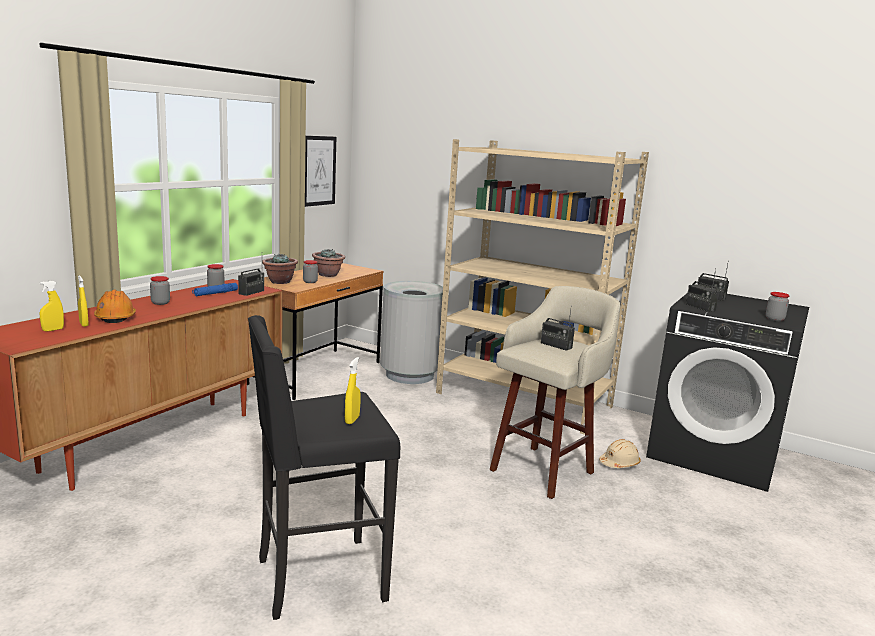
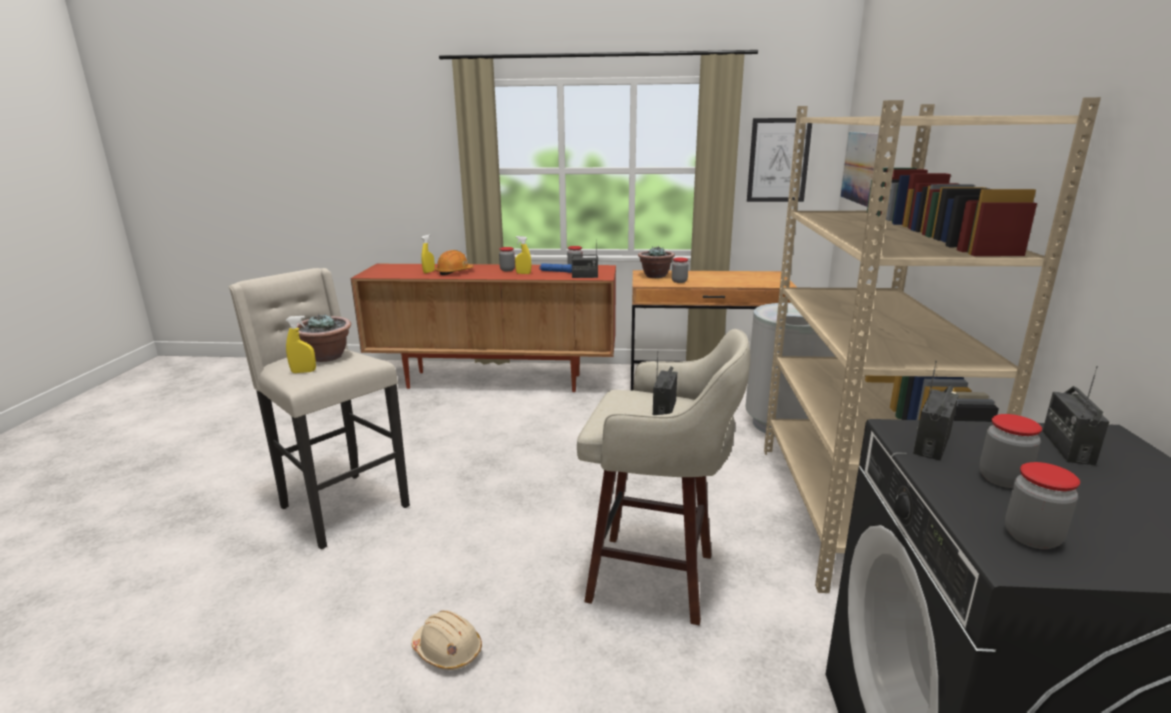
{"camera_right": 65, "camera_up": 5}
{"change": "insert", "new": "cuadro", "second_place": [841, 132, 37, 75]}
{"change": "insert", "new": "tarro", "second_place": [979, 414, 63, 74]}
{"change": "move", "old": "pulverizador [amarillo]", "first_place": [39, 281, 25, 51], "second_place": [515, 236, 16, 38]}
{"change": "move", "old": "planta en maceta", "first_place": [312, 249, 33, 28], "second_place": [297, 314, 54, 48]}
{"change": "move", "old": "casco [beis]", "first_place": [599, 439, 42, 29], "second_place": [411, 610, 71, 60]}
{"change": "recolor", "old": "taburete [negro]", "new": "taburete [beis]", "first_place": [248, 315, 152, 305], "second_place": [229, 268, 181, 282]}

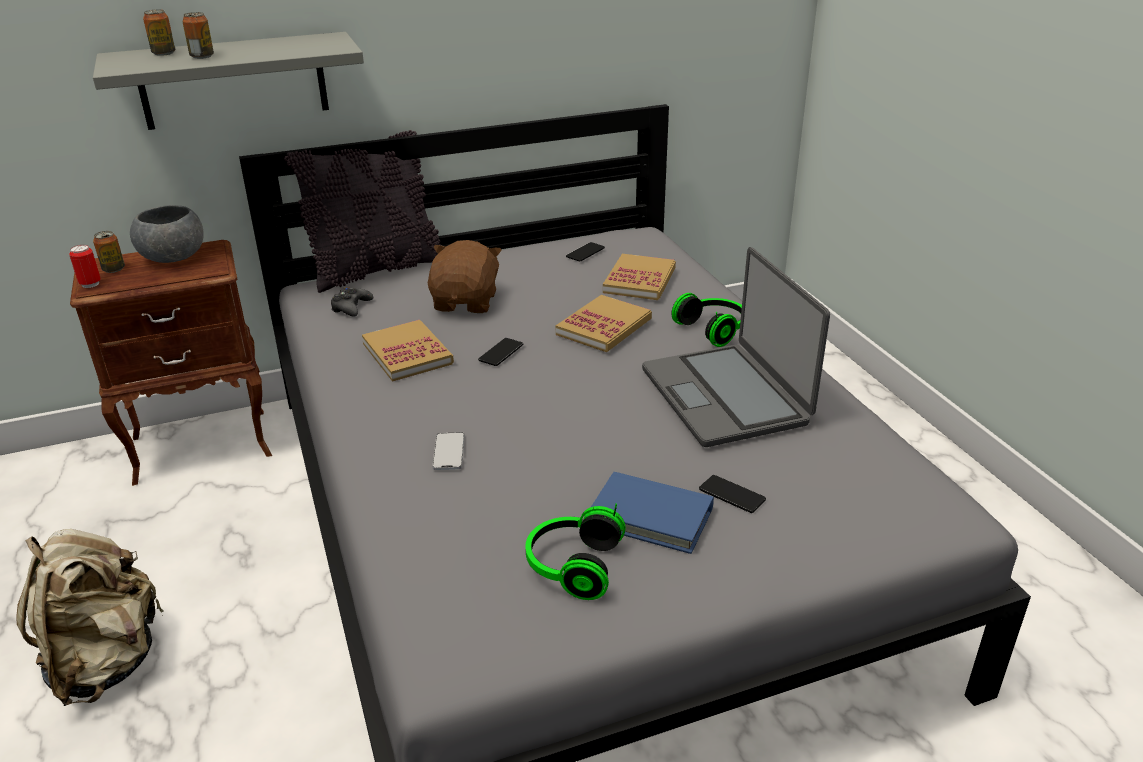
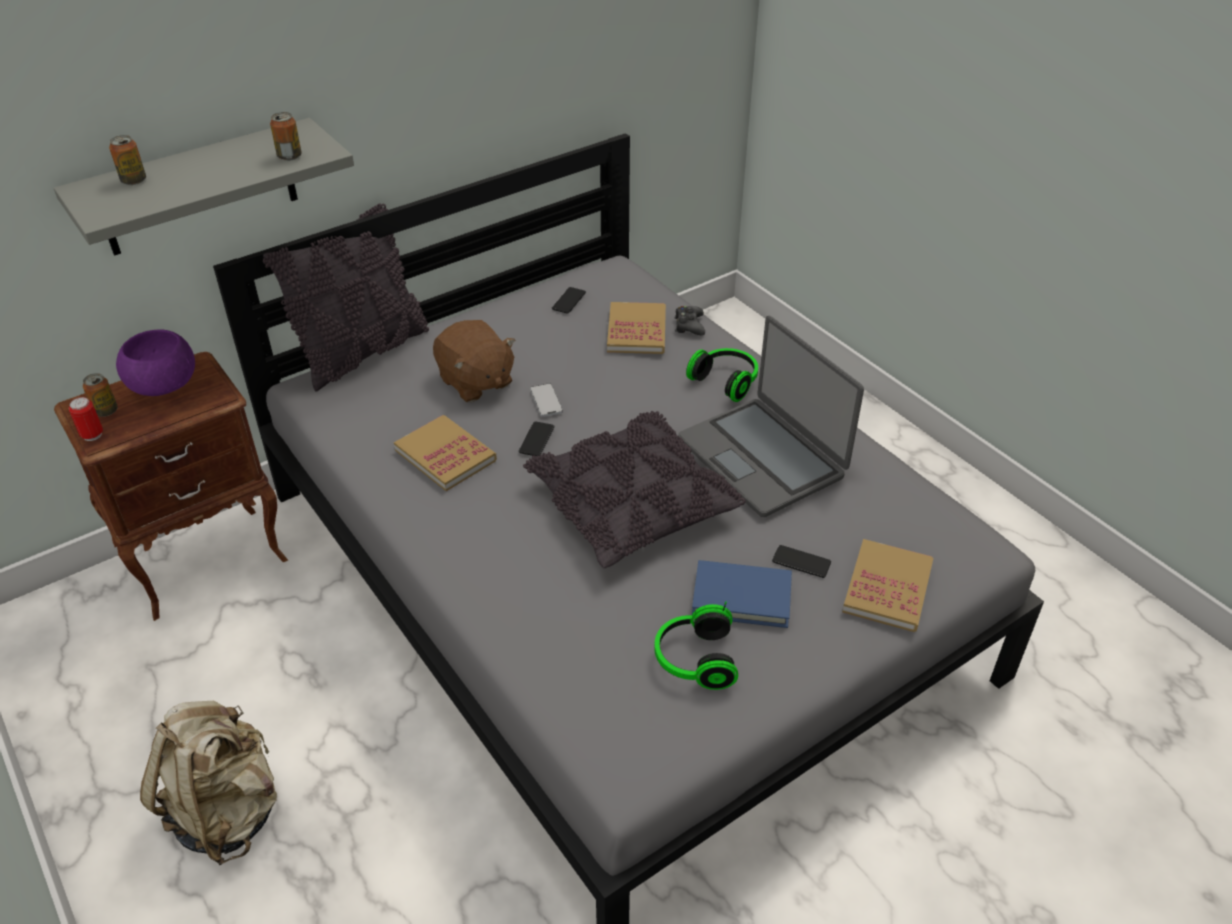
{"camera_right": -15, "camera_up": 10}
{"change": "insert", "new": "cojín [negro]", "second_place": [523, 411, 223, 157]}
{"change": "move", "old": "lata", "first_place": [182, 12, 32, 47], "second_place": [270, 112, 32, 49]}
{"change": "move", "old": "mando de consola [negro]", "first_place": [331, 287, 42, 30], "second_place": [675, 306, 30, 29]}
{"change": "move", "old": "móvil", "first_place": [433, 432, 31, 38], "second_place": [530, 383, 33, 34]}
{"change": "move", "old": "libro", "first_place": [556, 295, 96, 57], "second_place": [842, 539, 91, 93]}
{"change": "recolor", "old": "cuenco [gris]", "new": "cuenco [morado]", "first_place": [130, 205, 74, 58], "second_place": [116, 329, 79, 67]}
{"change": "rotate", "old": "peluche [marrón]", "first_place": [428, 240, 74, 73], "second_place": [433, 320, 82, 82], "degrees": 150}

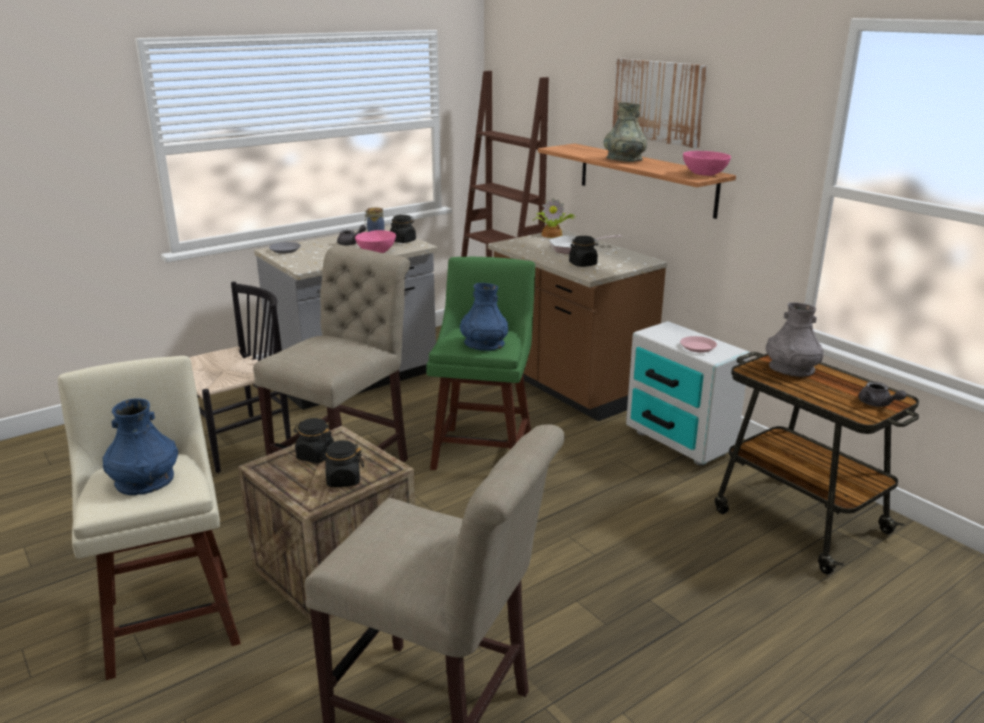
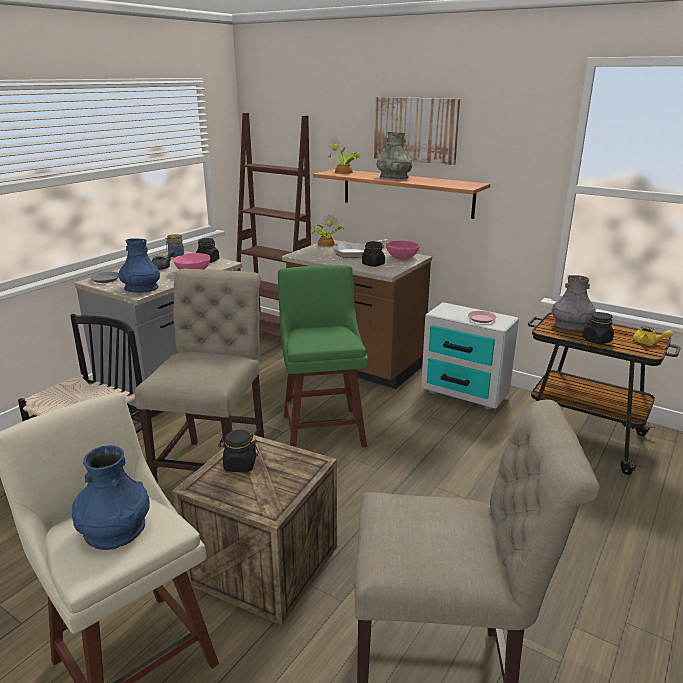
{"camera_right": -20, "camera_up": 0}
{"change": "insert", "new": "planta en maceta", "second_place": [328, 137, 34, 37]}
{"change": "move", "old": "tarro [negro]", "first_place": [319, 440, 45, 47], "second_place": [582, 312, 32, 32]}
{"change": "move", "old": "florero [azul]", "first_place": [460, 283, 48, 68], "second_place": [118, 238, 42, 55]}
{"change": "move", "old": "cuenco [rosa]", "first_place": [683, 151, 48, 25], "second_place": [386, 240, 34, 20]}
{"change": "recolor", "old": "tetera [gris]", "new": "tetera [amarillo]", "first_place": [859, 382, 48, 25], "second_place": [633, 326, 40, 19]}

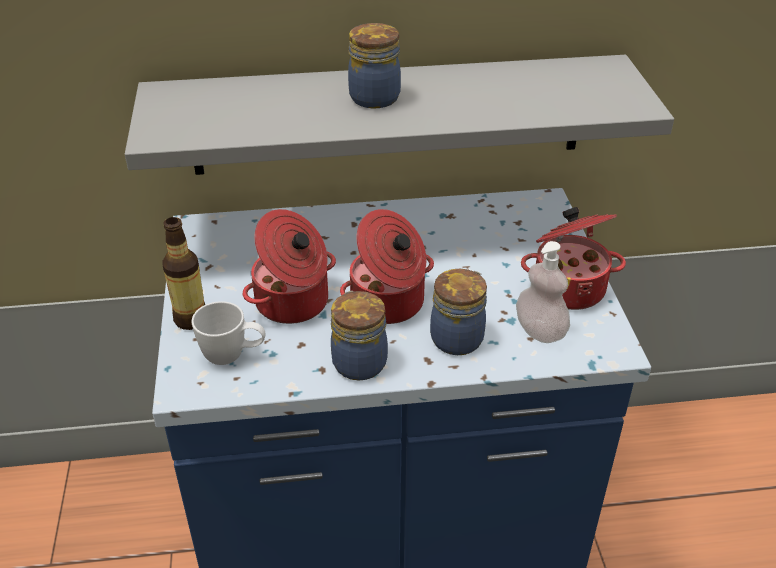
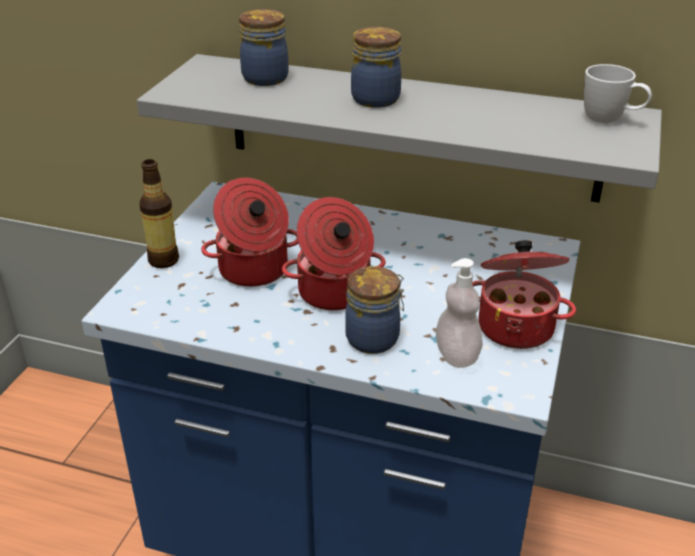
{"camera_right": 25, "camera_up": -5}
{"change": "move", "old": "taza grande [blanco]", "first_place": [192, 301, 73, 64], "second_place": [584, 64, 68, 59]}
{"change": "move", "old": "tarro", "first_place": [331, 291, 57, 89], "second_place": [239, 9, 50, 77]}

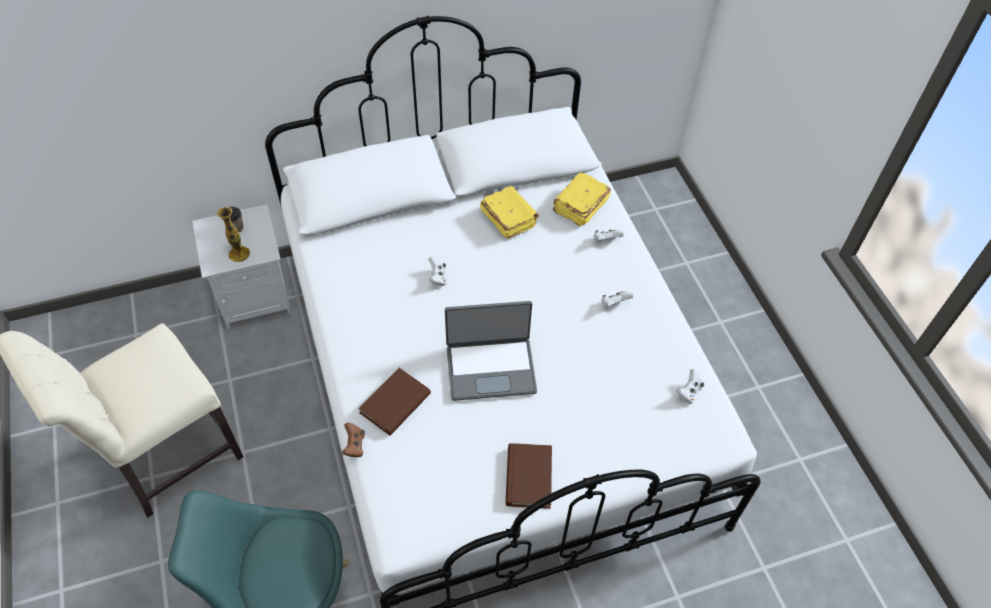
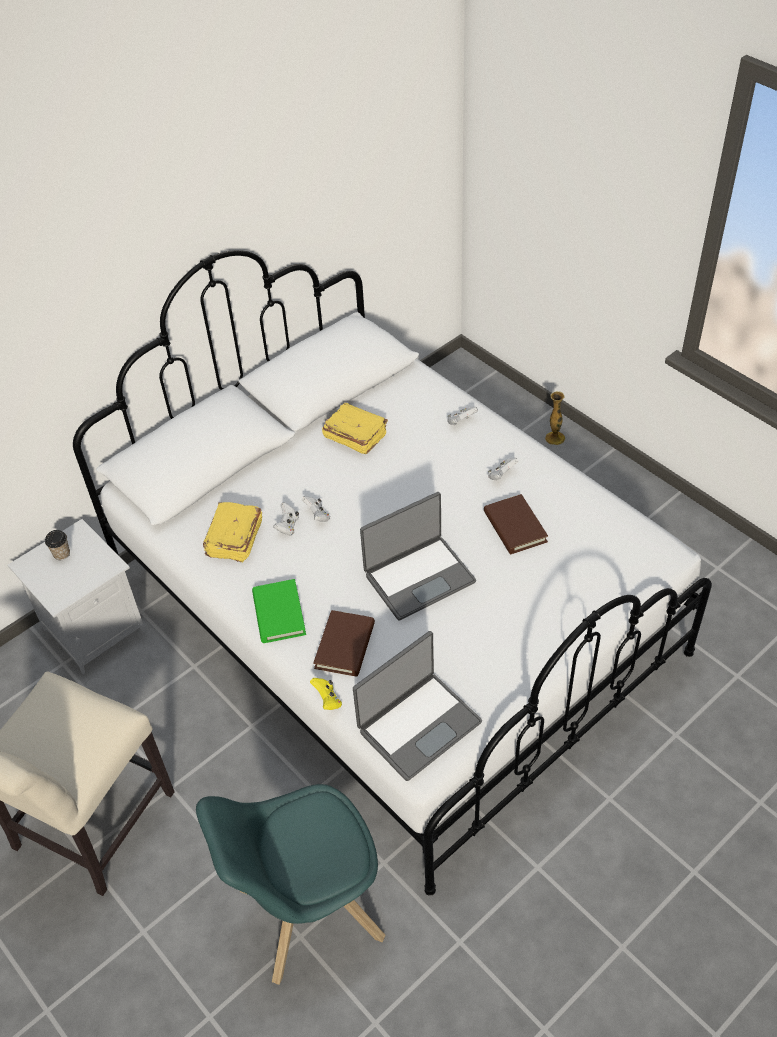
{"camera_right": -20, "camera_up": -5}
{"change": "insert", "new": "libro [verde]", "second_place": [252, 579, 54, 64]}
{"change": "insert", "new": "portátil", "second_place": [353, 631, 129, 150]}
{"change": "move", "old": "florero", "first_place": [217, 207, 33, 55], "second_place": [545, 391, 20, 54]}
{"change": "move", "old": "libro [marrón]", "first_place": [506, 443, 46, 66], "second_place": [484, 494, 64, 60]}
{"change": "move", "old": "libro [amarillo]", "first_place": [553, 172, 58, 54], "second_place": [203, 502, 59, 61]}
{"change": "move", "old": "mando de consola [blanco]", "first_place": [676, 369, 28, 35], "second_place": [273, 502, 26, 33]}
{"change": "recolor", "old": "mando de consola [marrón]", "new": "mando de consola [amarillo]", "first_place": [342, 422, 23, 35], "second_place": [310, 678, 32, 32]}

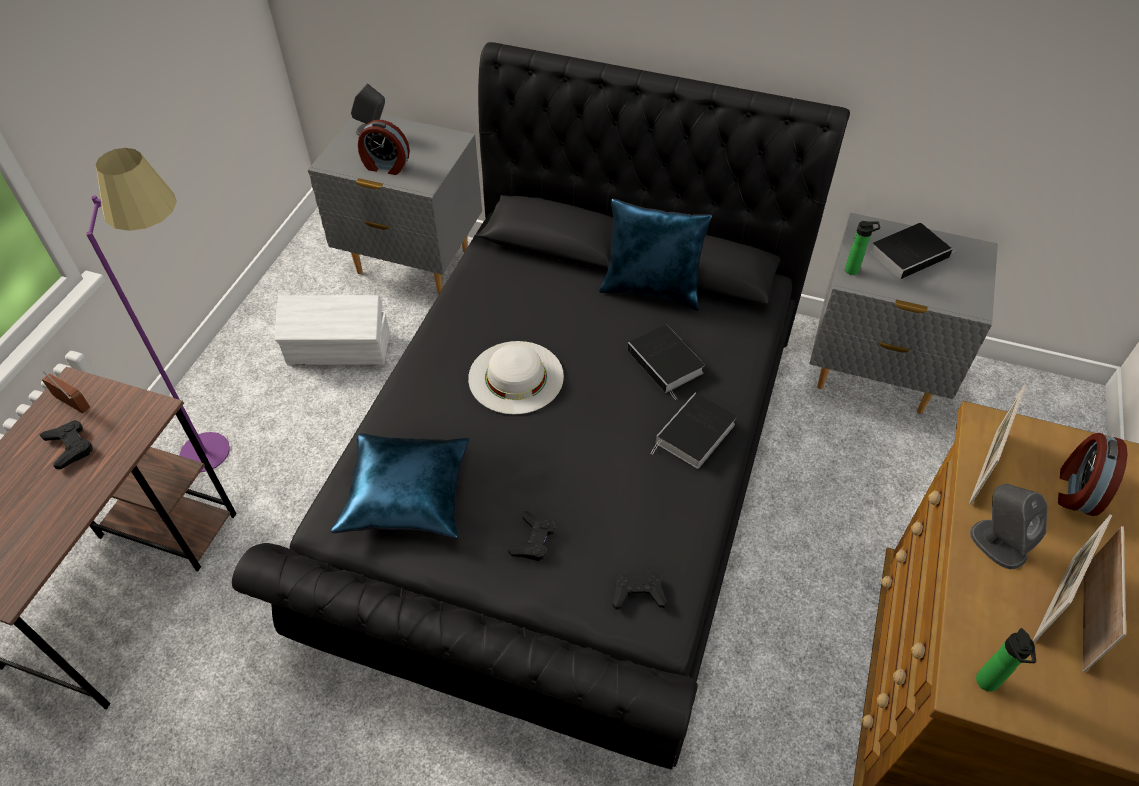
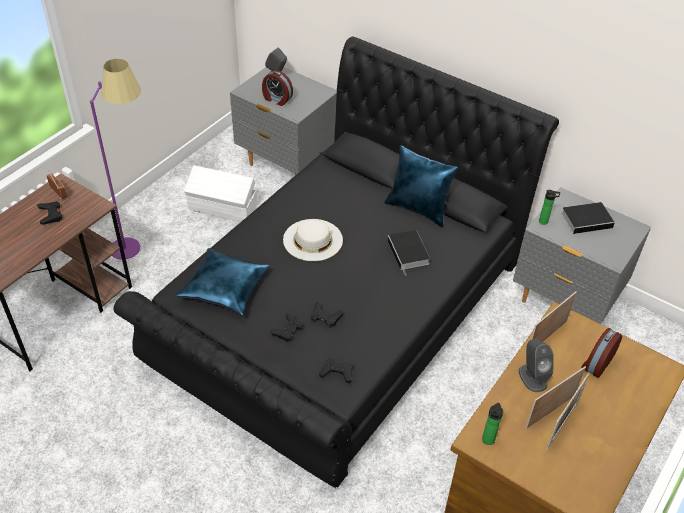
{"camera_right": 15, "camera_up": -5}
{"change": "delete", "old": "libro", "first_place": [651, 393, 86, 76]}
{"change": "insert", "new": "mando de consola [negro]", "second_place": [311, 302, 32, 26]}

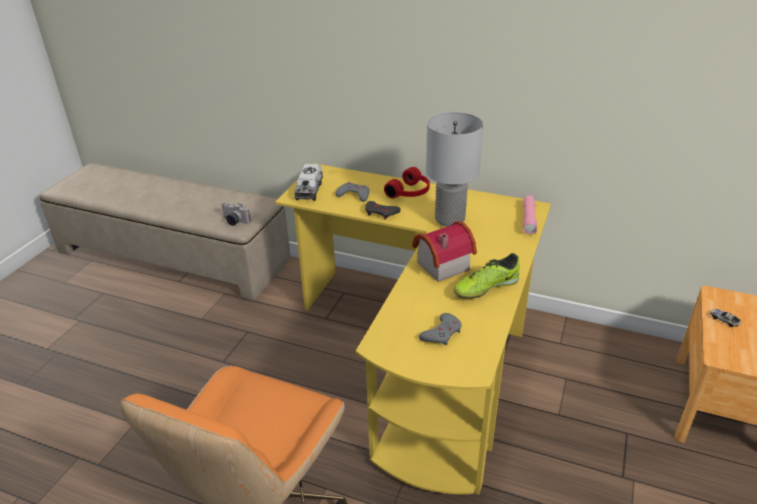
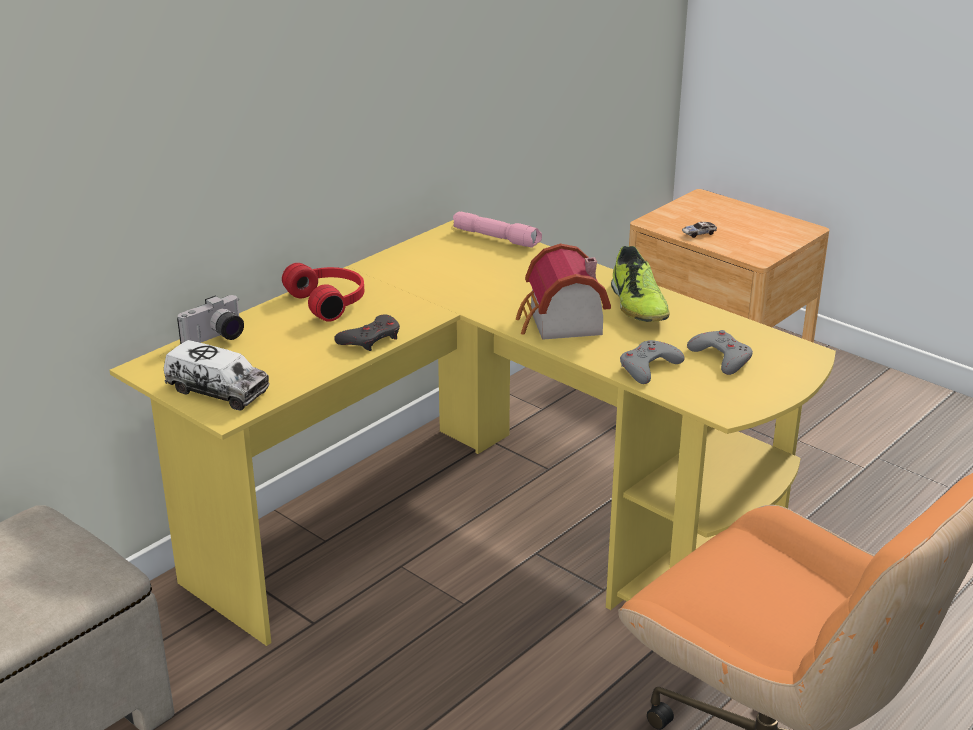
{"camera_right": -70, "camera_up": -5}
{"change": "delete", "old": "lámpara de mesa [gris]", "first_place": [426, 112, 57, 115]}
{"change": "move", "old": "cámara", "first_place": [221, 202, 30, 24], "second_place": [177, 295, 67, 49]}
{"change": "move", "old": "mando de consola [gris]", "first_place": [336, 182, 33, 20], "second_place": [620, 340, 65, 44]}

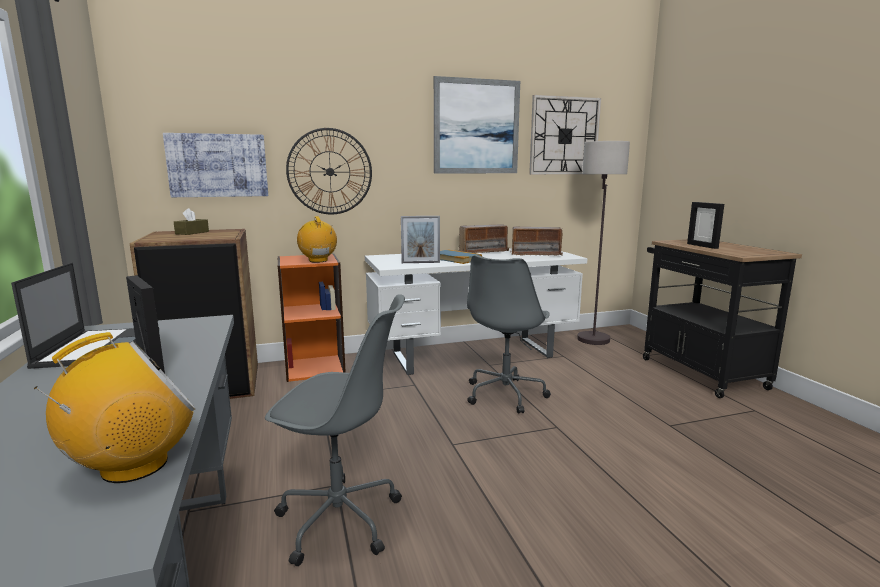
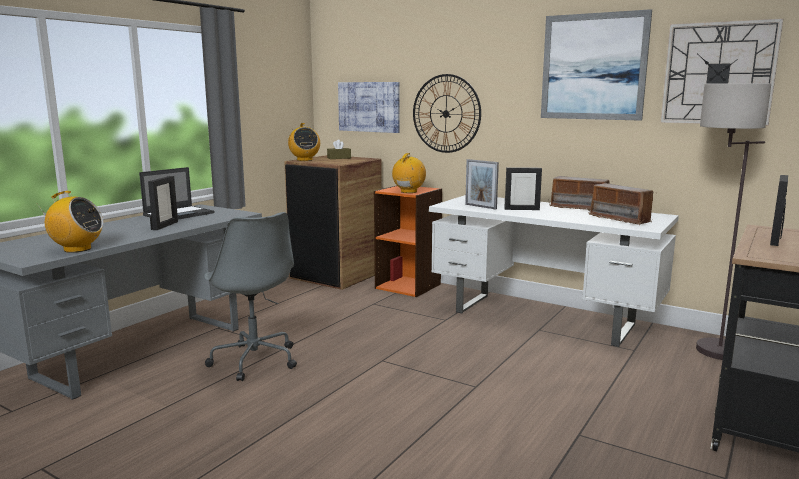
{"camera_right": 50, "camera_up": 0}
{"change": "delete", "old": "silla de oficina [gris]", "first_place": [467, 255, 84, 159]}
{"change": "insert", "new": "radio", "second_place": [288, 123, 32, 38]}
{"change": "replace", "old": "libro", "new": "portarretratos", "first_place": [440, 250, 42, 14], "second_place": [504, 167, 38, 43]}

